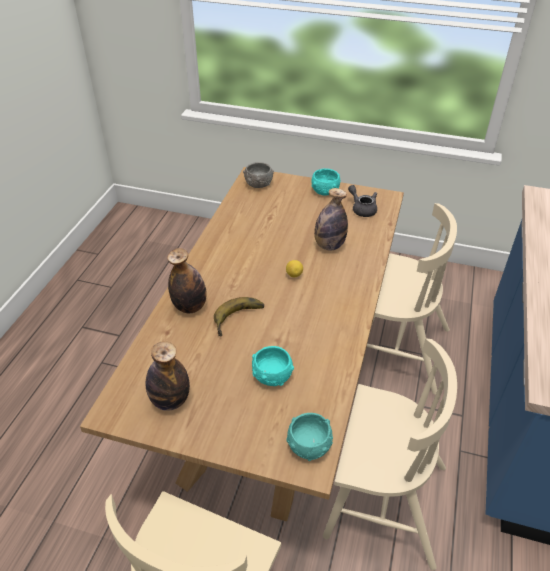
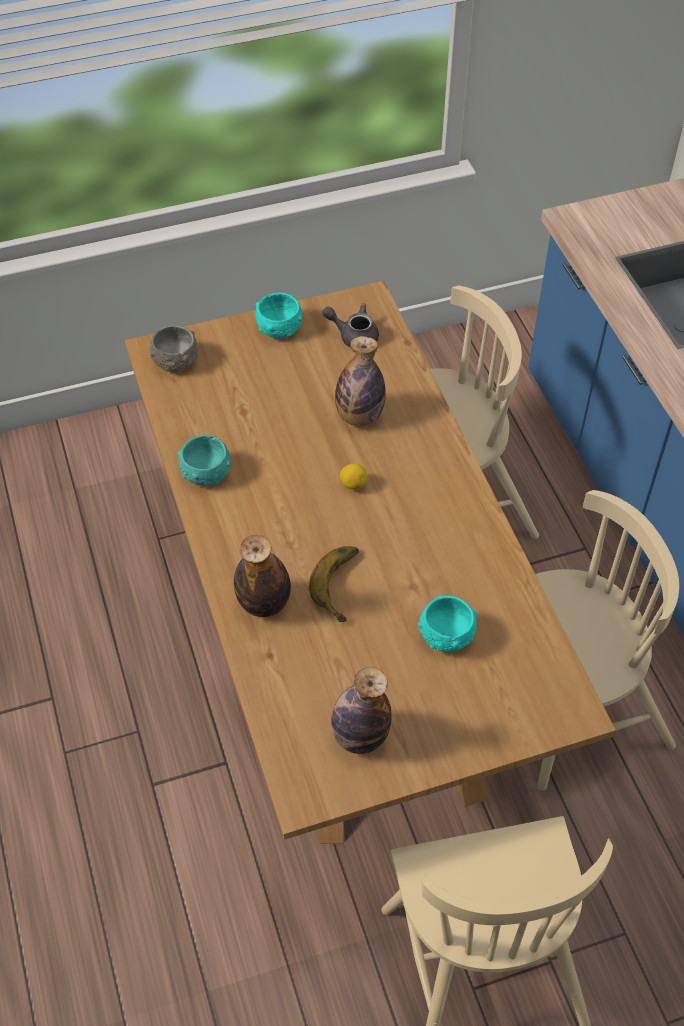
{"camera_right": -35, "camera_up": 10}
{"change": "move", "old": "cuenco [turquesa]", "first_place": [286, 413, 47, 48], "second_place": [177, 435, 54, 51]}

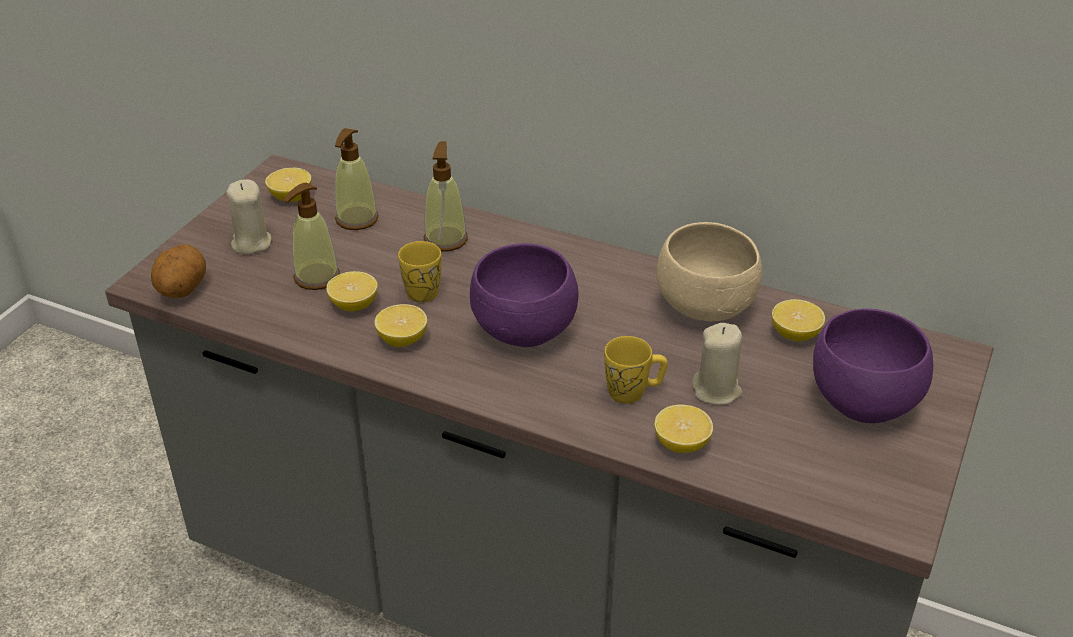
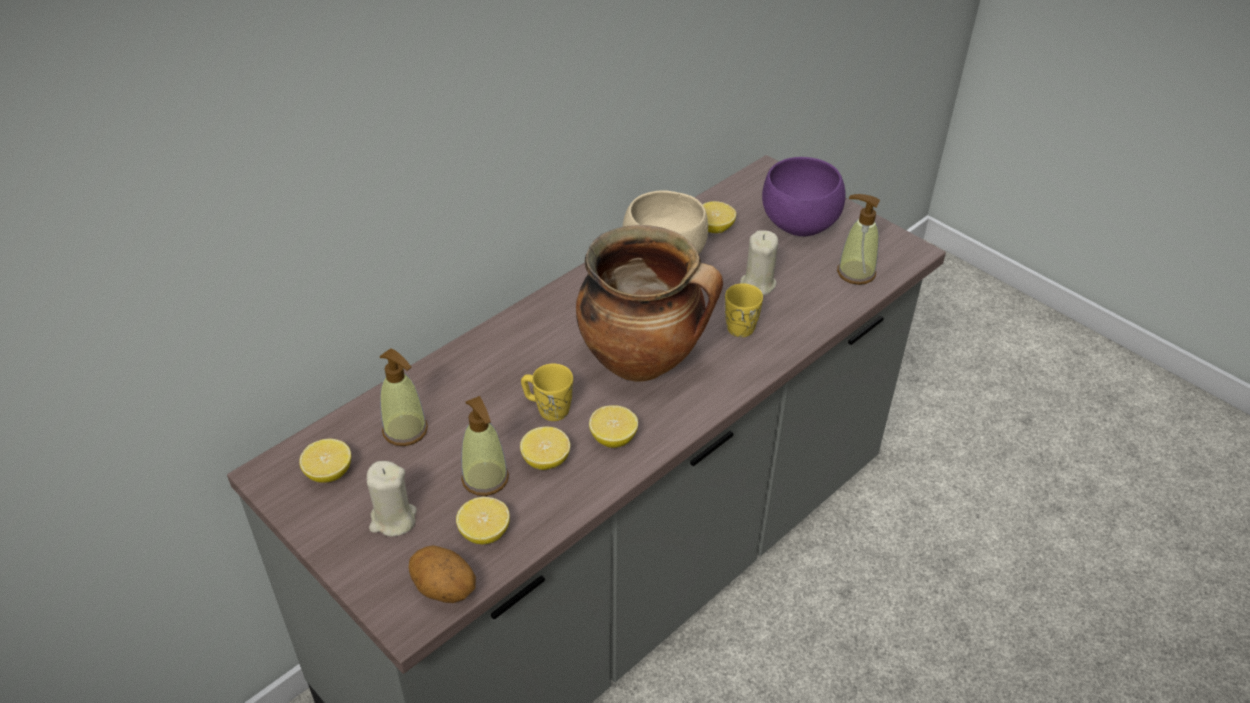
{"camera_right": -70, "camera_up": 5}
{"change": "move", "old": "dispensador de jabón", "first_place": [424, 141, 44, 111], "second_place": [837, 194, 43, 91]}
{"change": "move", "old": "limón", "first_place": [654, 404, 59, 49], "second_place": [456, 497, 54, 47]}
{"change": "replace", "old": "cuenco [morado]", "new": "olla", "first_place": [470, 243, 109, 104], "second_place": [576, 225, 147, 157]}

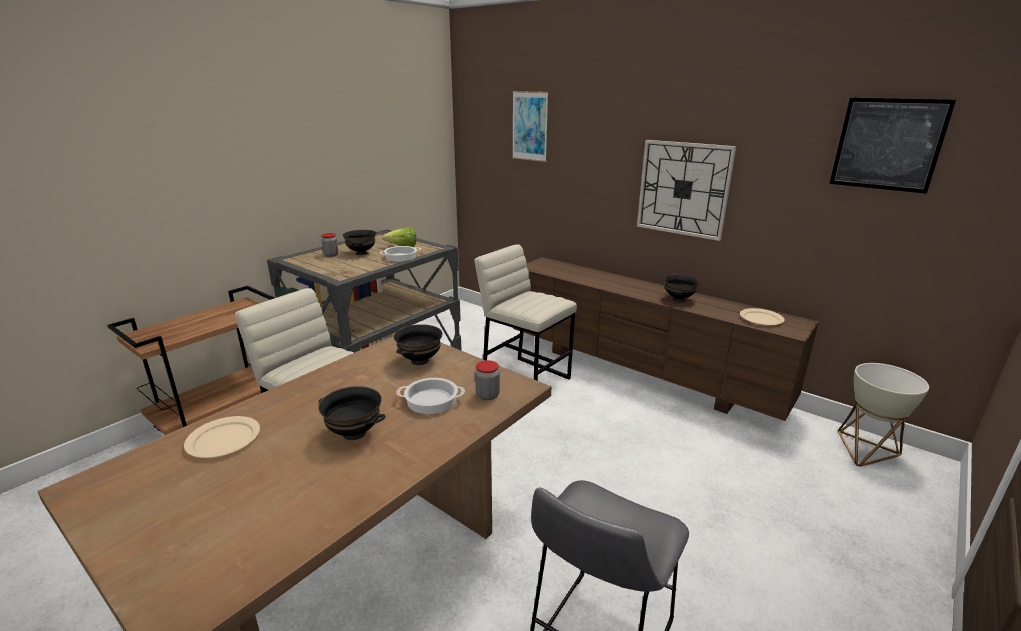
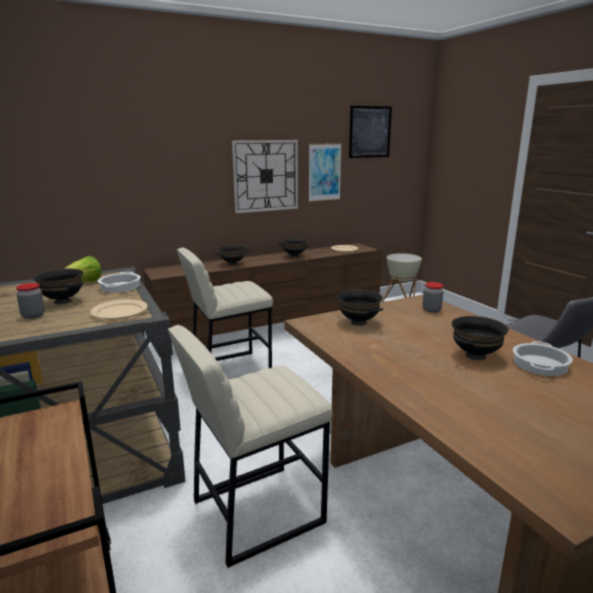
{"camera_right": -65, "camera_up": -5}
{"change": "insert", "new": "cuenco [negro]", "second_place": [215, 245, 34, 21]}
{"change": "move", "old": "plato [beis]", "first_place": [184, 416, 76, 42], "second_place": [90, 299, 58, 21]}
{"change": "move", "old": "olla", "first_place": [396, 378, 69, 36], "second_place": [513, 341, 60, 35]}
{"change": "move", "old": "cuadro", "first_place": [512, 91, 36, 71], "second_place": [309, 143, 33, 59]}

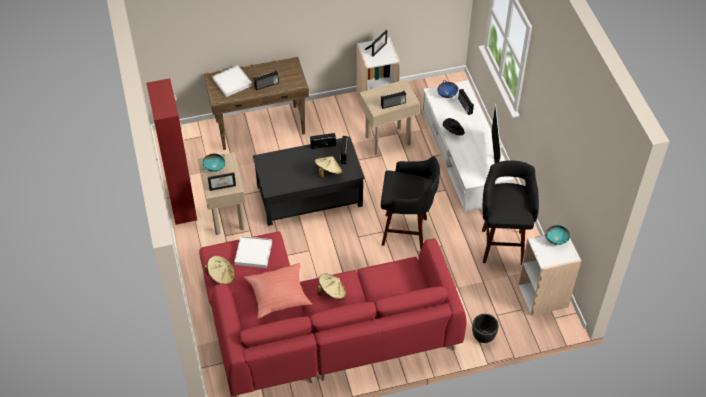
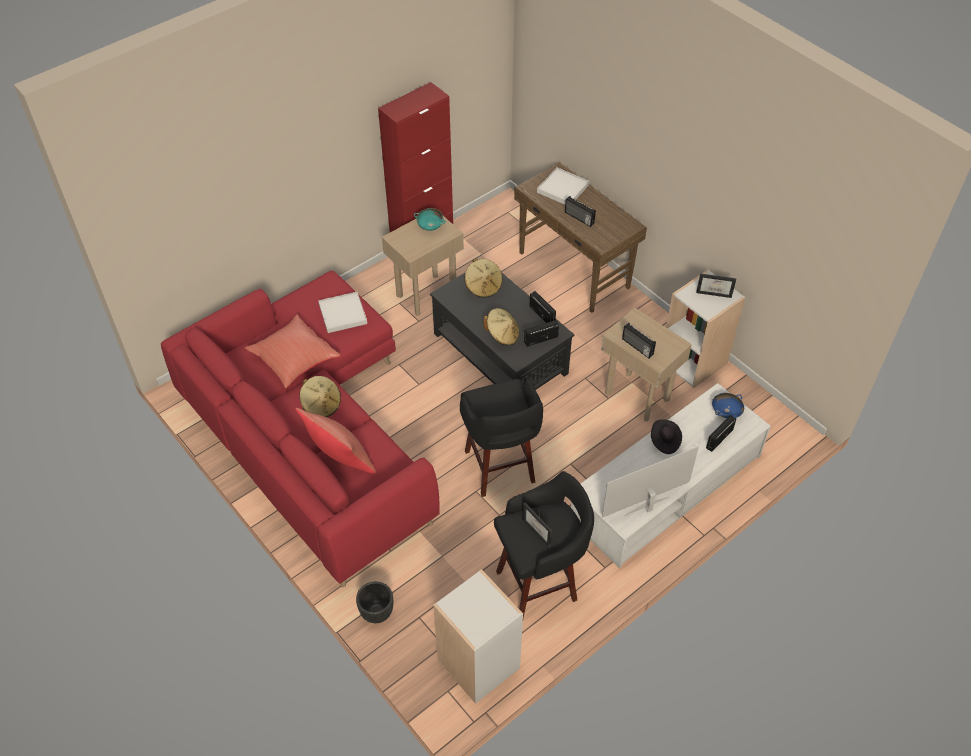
{"camera_right": 65, "camera_up": 0}
{"change": "delete", "old": "cuenco [turquesa]", "first_place": [545, 223, 25, 23]}
{"change": "insert", "new": "cojín [rojo]", "second_place": [296, 408, 80, 66]}
{"change": "move", "old": "sombrero [beis]", "first_place": [204, 256, 31, 29], "second_place": [465, 259, 38, 39]}
{"change": "move", "old": "portarretratos", "first_place": [208, 172, 28, 19], "second_place": [523, 503, 30, 45]}

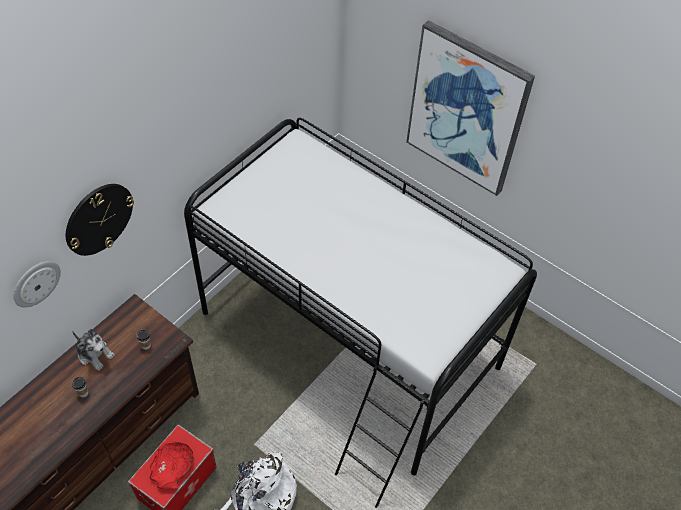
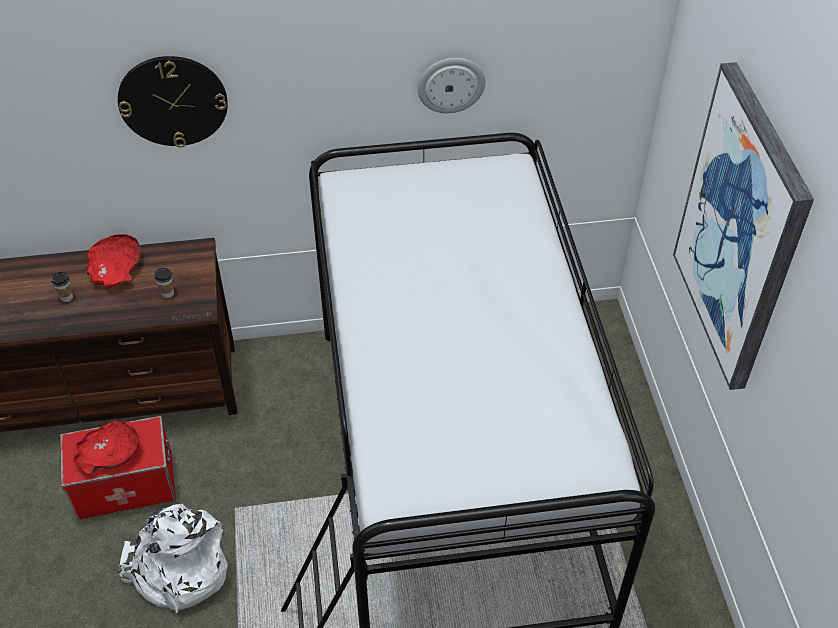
{"camera_right": 45, "camera_up": -5}
{"change": "move", "old": "reloj de pared", "first_place": [13, 261, 48, 47], "second_place": [418, 58, 67, 55]}
{"change": "replace", "old": "peluche", "new": "cuenco [rojo]", "first_place": [72, 329, 43, 42], "second_place": [87, 234, 54, 56]}

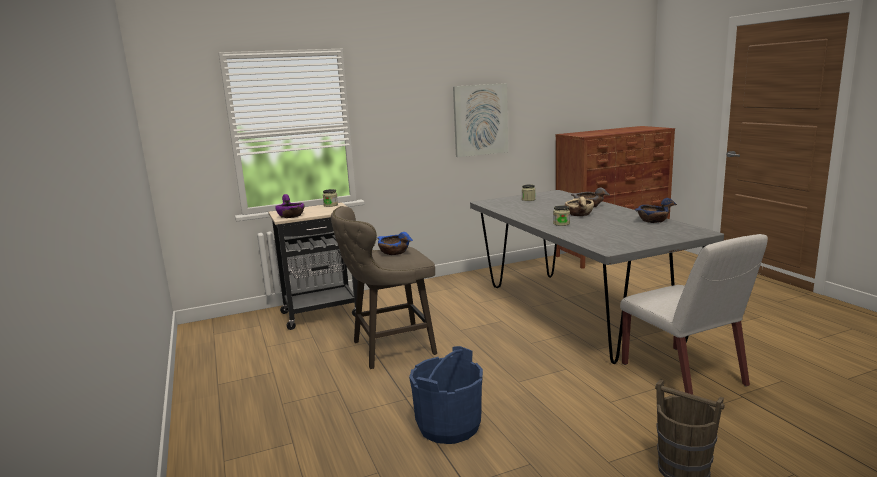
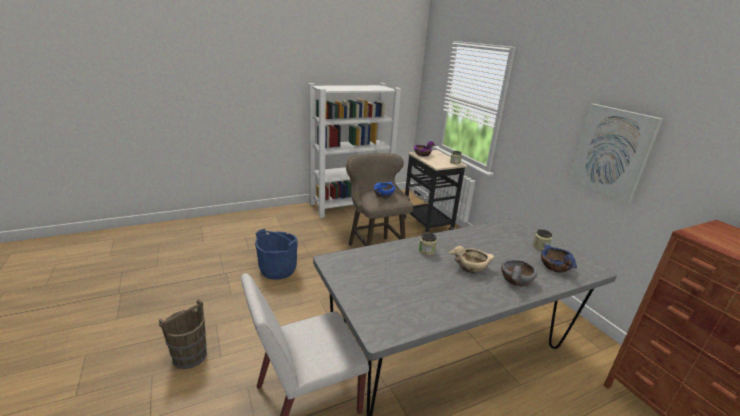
{"camera_right": 85, "camera_up": 10}
{"change": "insert", "new": "estantería [blanco]", "second_place": [308, 83, 93, 135]}
{"change": "move", "old": "cuenco [azul]", "first_place": [635, 198, 42, 25], "second_place": [541, 245, 36, 28]}

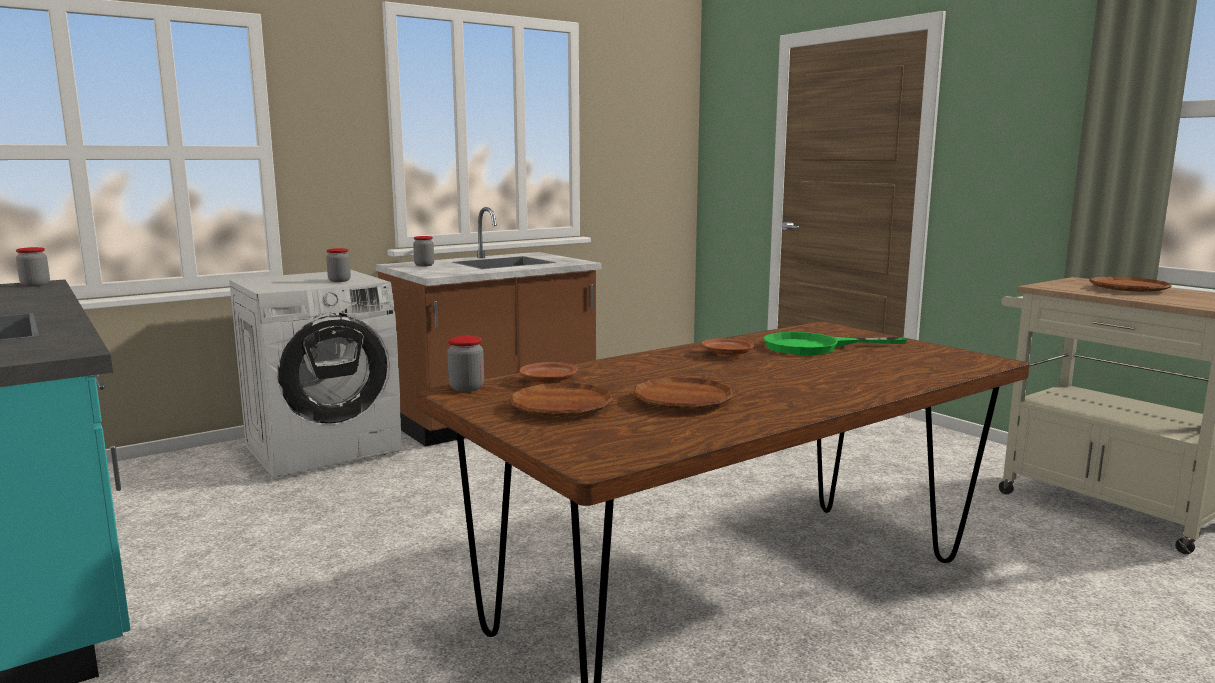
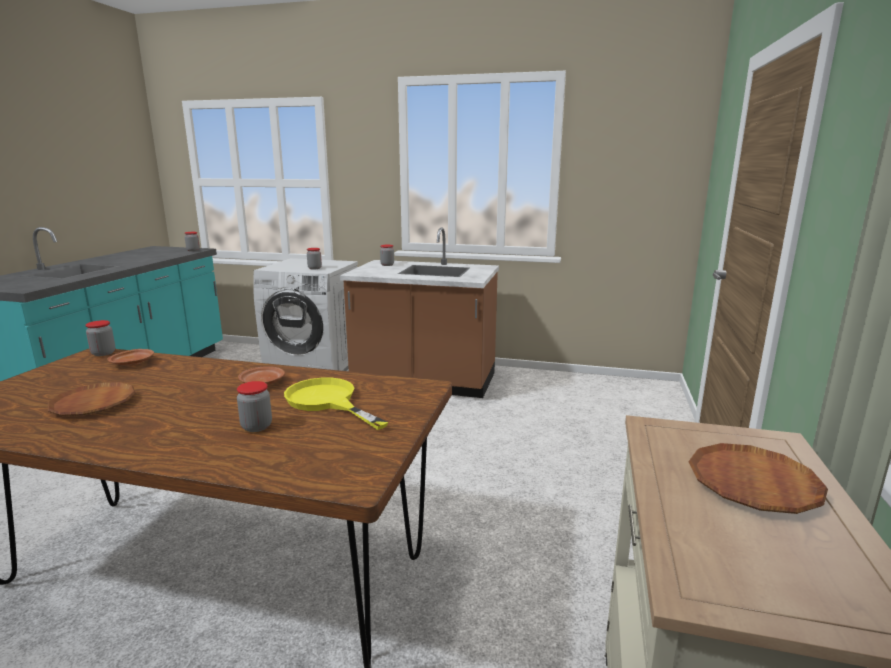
{"camera_right": 50, "camera_up": 5}
{"change": "delete", "old": "plato [marrón]", "first_place": [510, 383, 103, 34]}
{"change": "insert", "new": "tarro", "second_place": [237, 381, 35, 51]}
{"change": "recolor", "old": "sartén [verde]", "new": "sartén [amarillo]", "first_place": [764, 332, 143, 23], "second_place": [284, 378, 104, 52]}

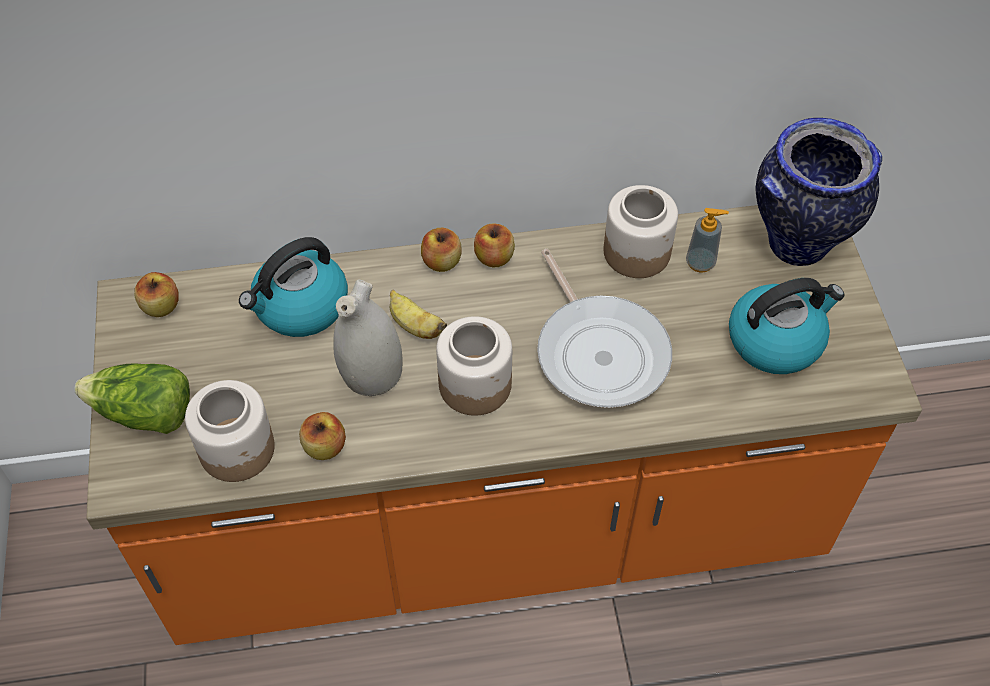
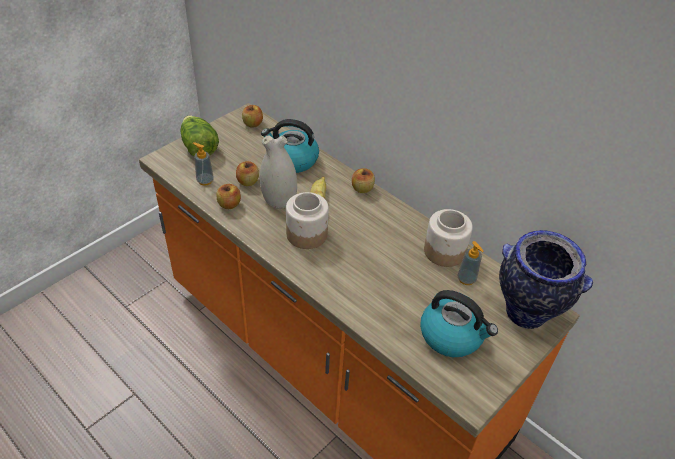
{"camera_right": 50, "camera_up": -10}
{"change": "delete", "old": "sartén", "first_place": [537, 249, 135, 159]}
{"change": "move", "old": "manzana", "first_place": [474, 223, 41, 44], "second_place": [236, 161, 23, 25]}
{"change": "replace", "old": "tarro", "new": "dispensador de jabón", "first_place": [185, 380, 90, 102], "second_place": [193, 142, 21, 43]}

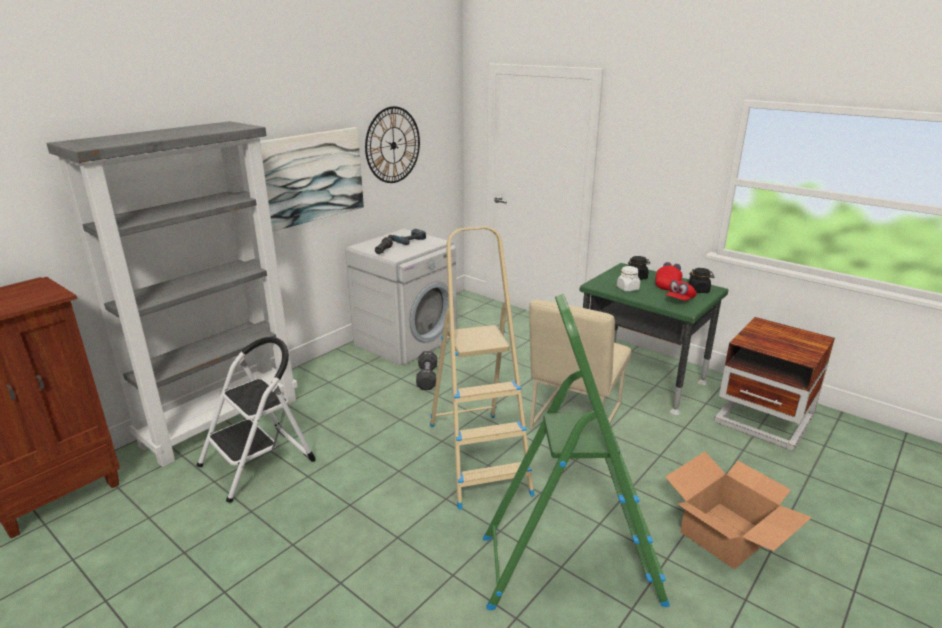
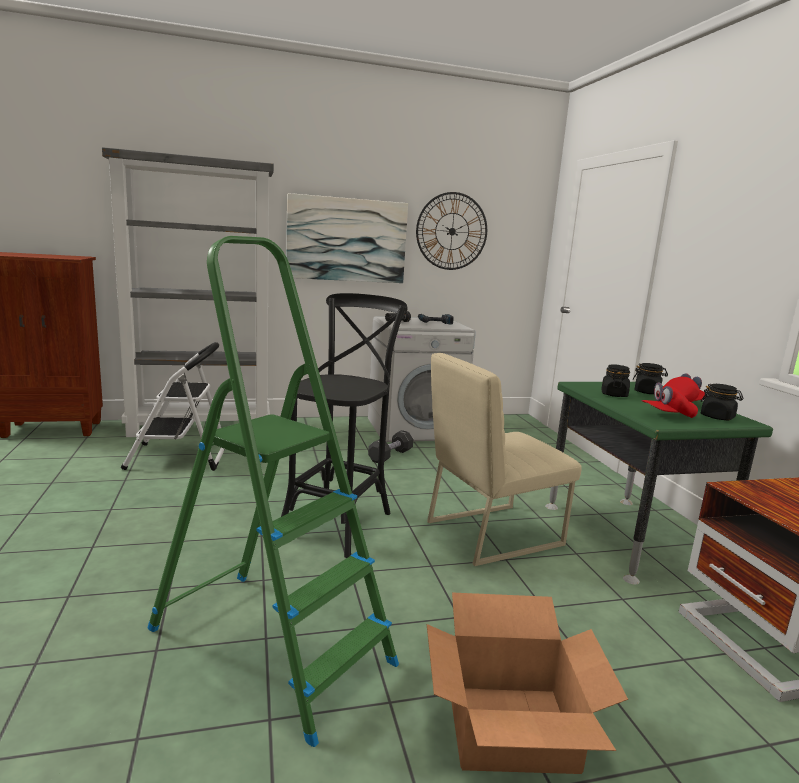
{"camera_right": 35, "camera_up": -10}
{"change": "replace", "old": "escalera de tijera [beis]", "new": "taburete [negro]", "first_place": [430, 226, 104, 284], "second_place": [281, 293, 127, 265]}
{"change": "recolor", "old": "tarro [blanco]", "new": "tarro [negro]", "first_place": [617, 266, 23, 25], "second_place": [601, 364, 29, 33]}

